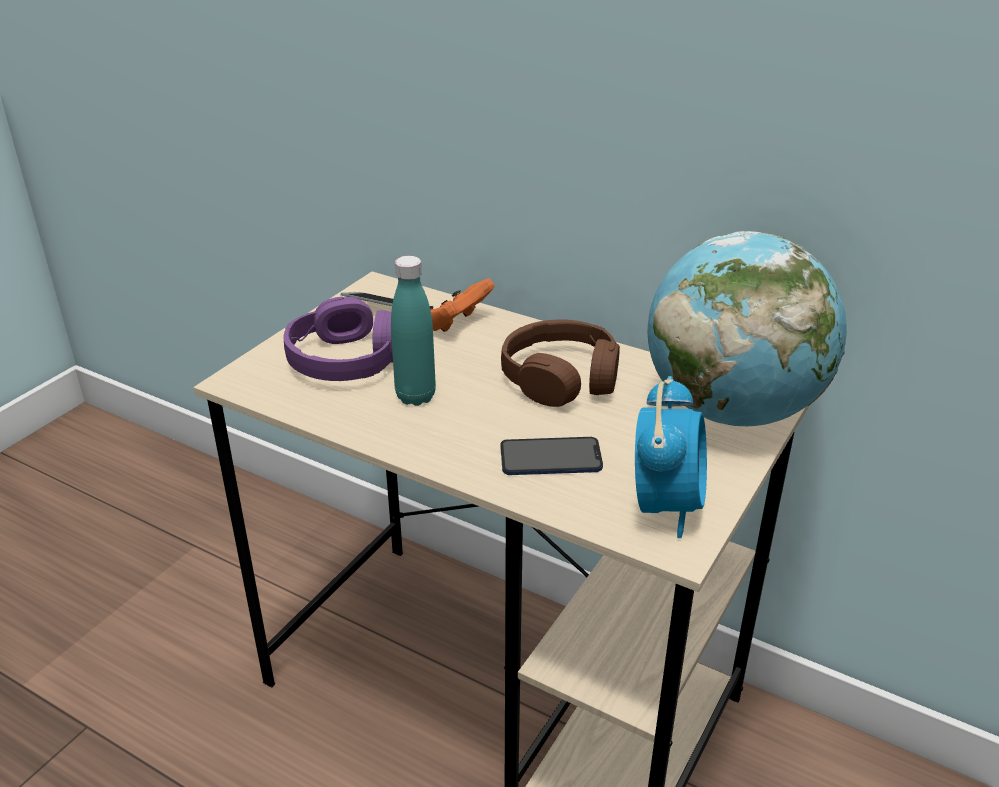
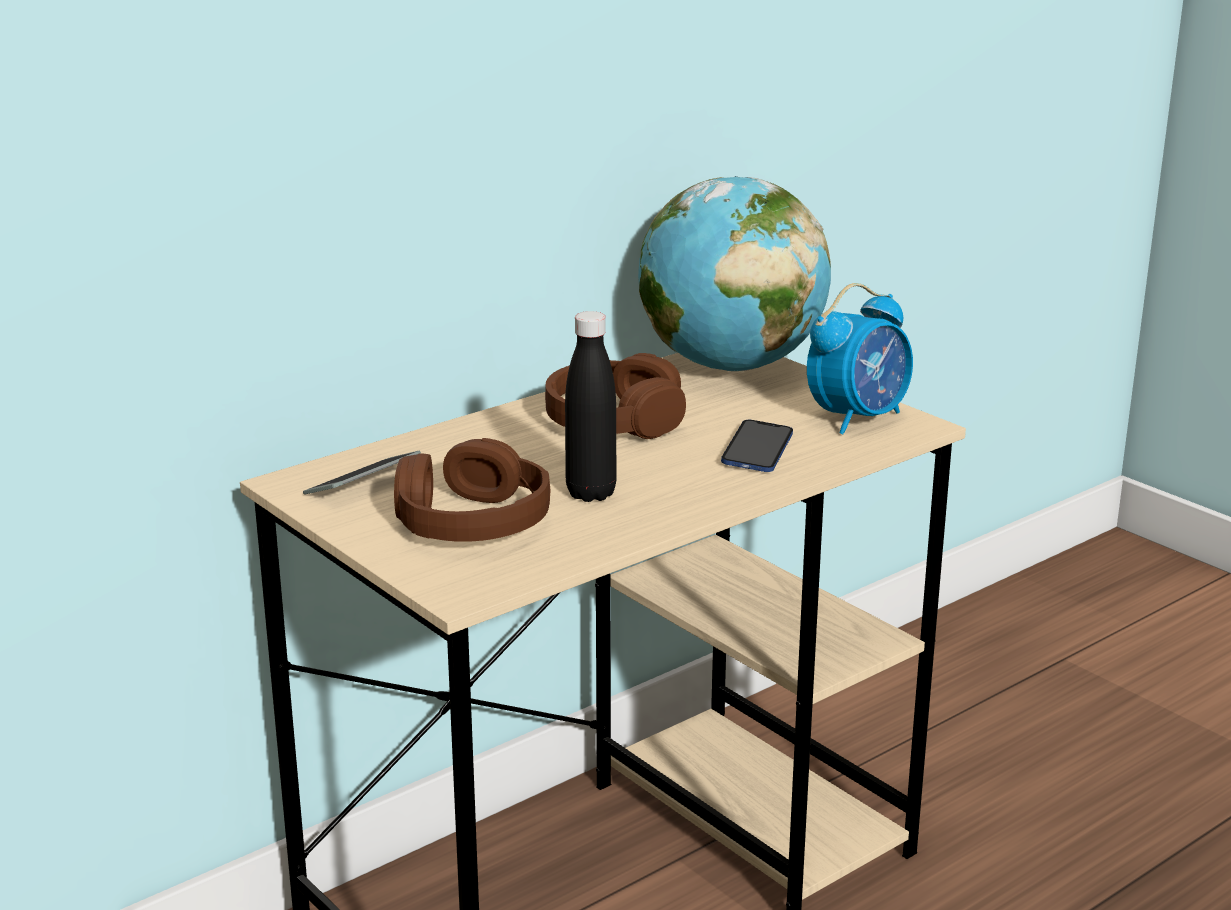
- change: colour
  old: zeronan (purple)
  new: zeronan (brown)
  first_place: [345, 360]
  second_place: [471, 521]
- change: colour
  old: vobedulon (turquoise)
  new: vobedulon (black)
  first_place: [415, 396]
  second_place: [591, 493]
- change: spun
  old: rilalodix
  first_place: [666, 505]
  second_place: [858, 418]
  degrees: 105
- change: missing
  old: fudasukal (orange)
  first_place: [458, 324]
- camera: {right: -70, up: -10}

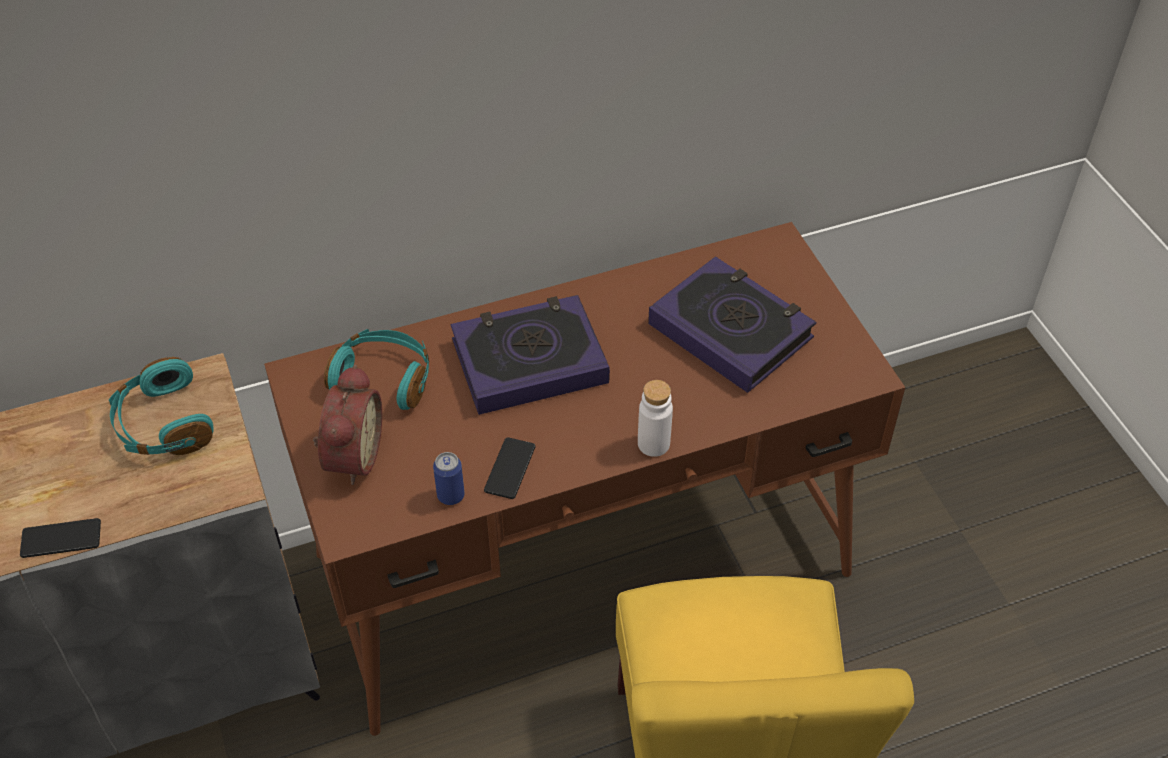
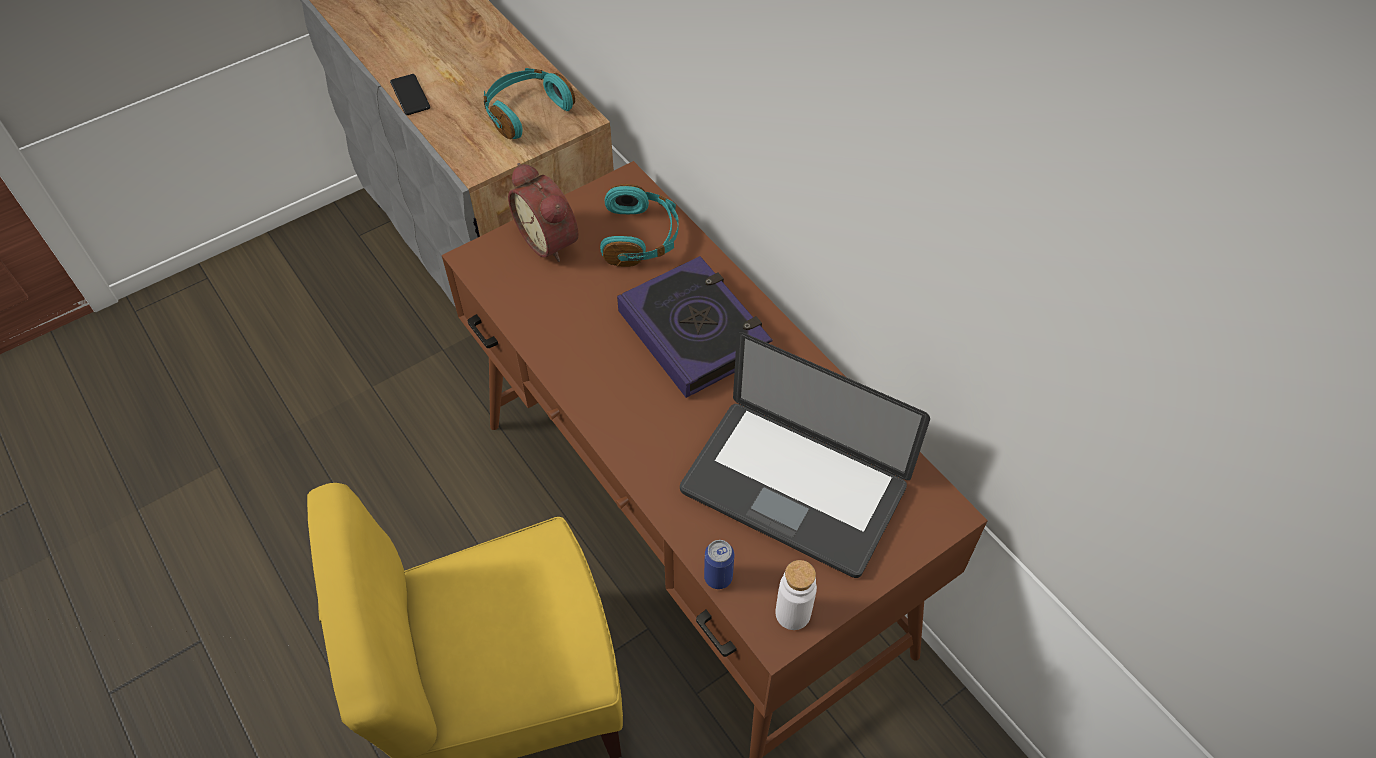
- change: spun
  old: rilalodix
  first_place: [350, 456]
  second_place: [551, 239]
  degrees: 60
- change: exchanged
  old: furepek
  new: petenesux
  first_place: [730, 331]
  second_place: [793, 489]
- change: relocated
  old: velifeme
  first_place: [451, 495]
  second_place: [718, 577]
- change: relocated
  old: vobedulon (white)
  first_place: [653, 444]
  second_place: [793, 613]
- change: missing
  old: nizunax
  first_place: [510, 469]
- camera: {right: 75, up: 5}

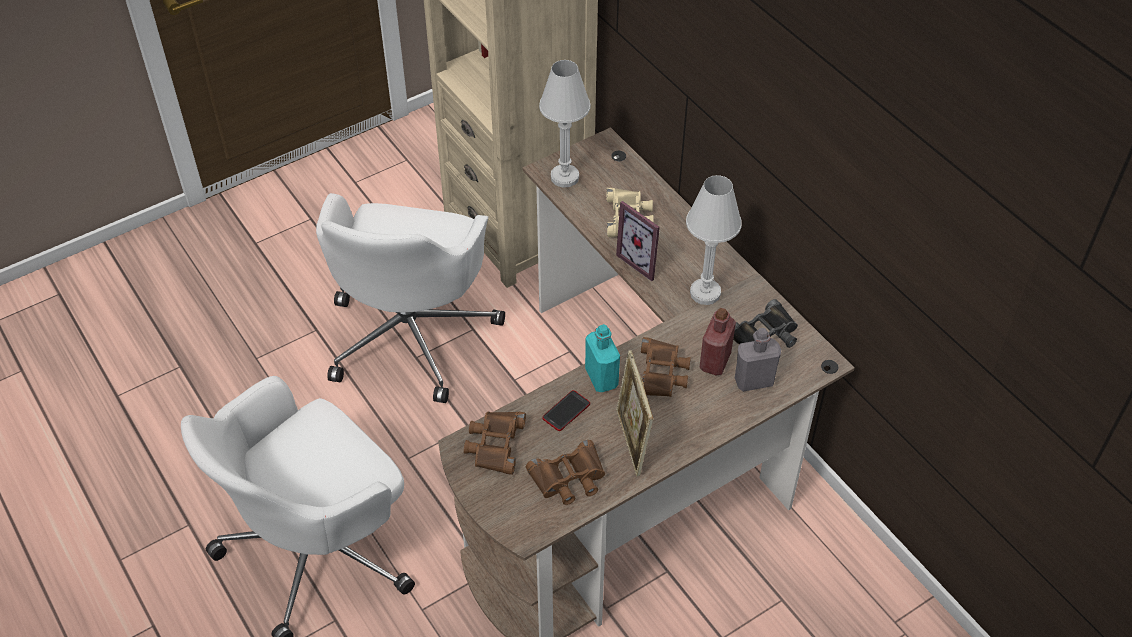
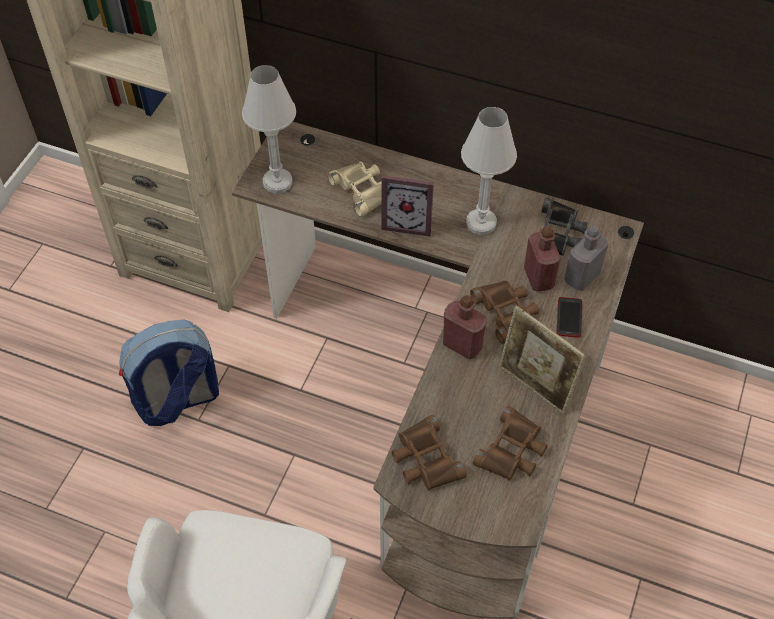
- change: exchanged
  old: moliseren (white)
  new: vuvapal
  first_place: [412, 334]
  second_place: [177, 400]
- change: colour
  old: vobedulon (turquoise)
  new: vobedulon (red)
  first_place: [601, 378]
  second_place: [462, 345]
- change: relocated
  old: nizunax
  first_place: [566, 411]
  second_place: [569, 318]
- camera: {right: -35, up: 5}

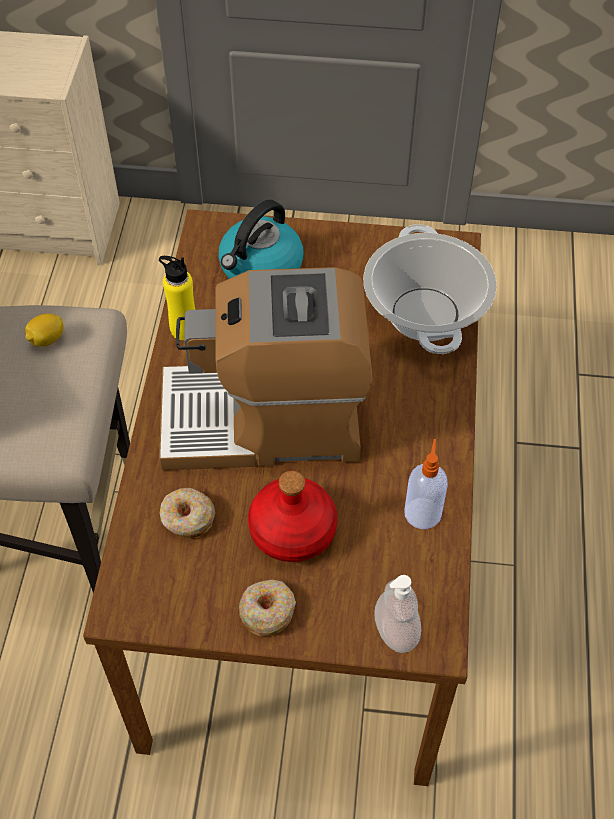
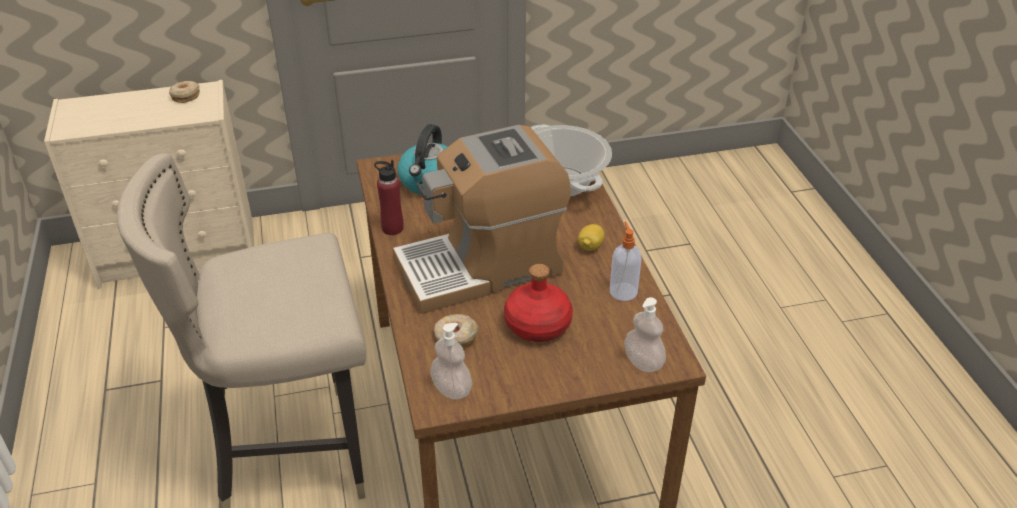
- change: relocated
  old: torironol
  first_place: [267, 611]
  second_place: [185, 96]
- change: colour
  old: vobedulon (yellow)
  new: vobedulon (red)
  first_place: [184, 329]
  second_place: [392, 228]
- change: appeared
  new: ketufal
  second_place: [451, 389]
- change: relocated
  old: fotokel
  first_place: [47, 339]
  second_place: [590, 247]
- camera: {right: -20, up: -15}

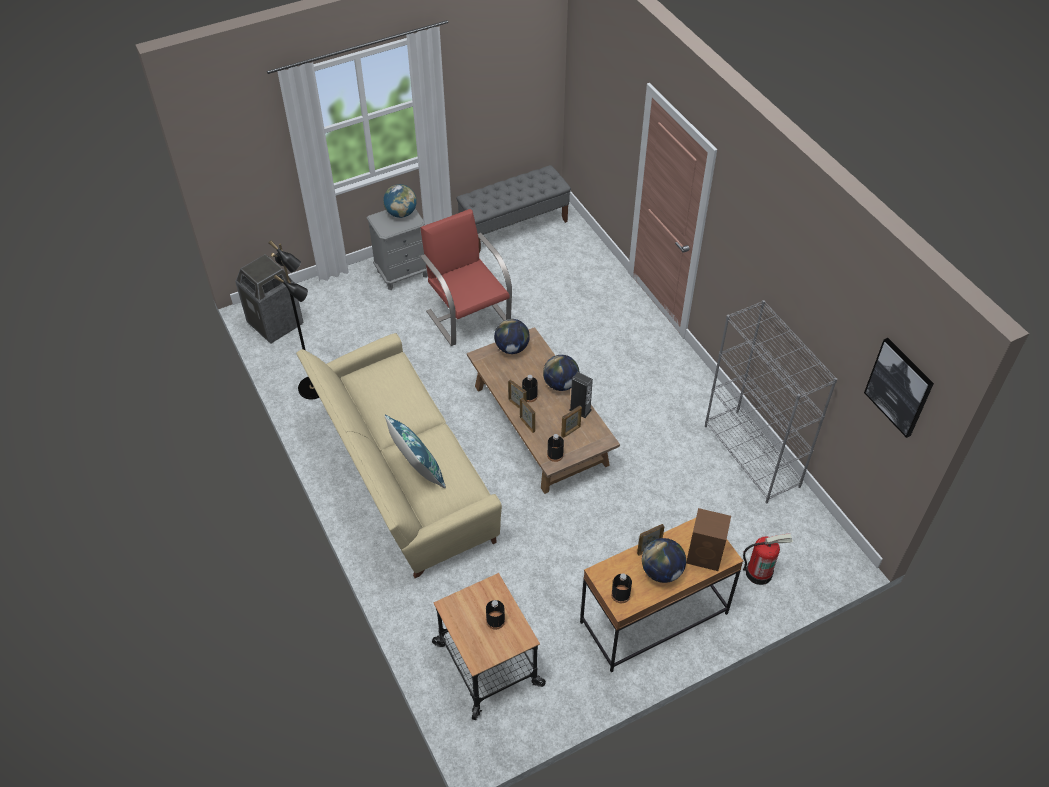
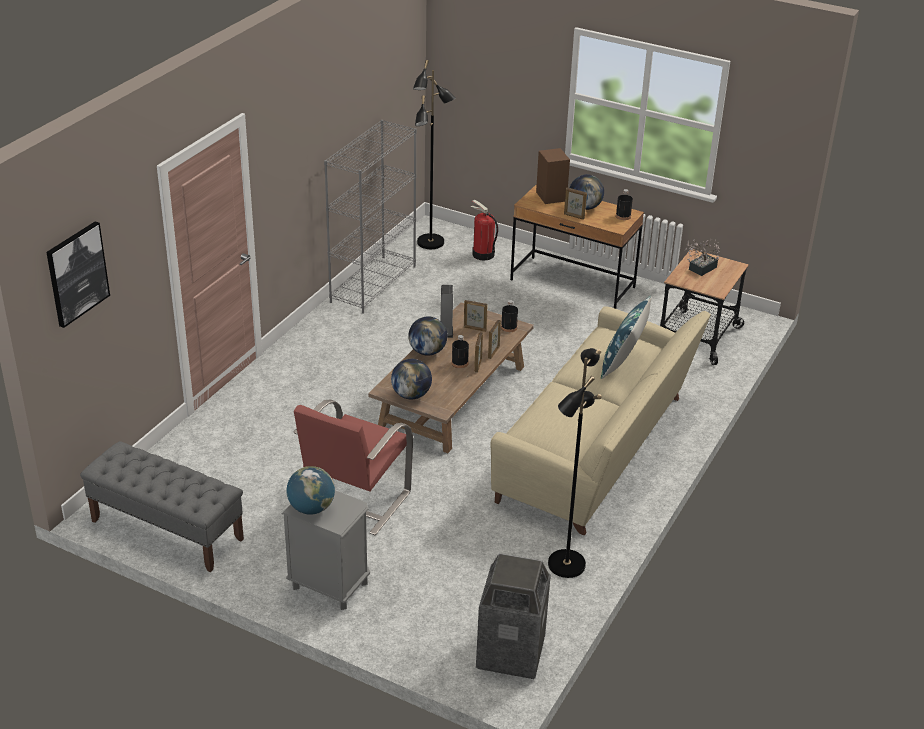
- change: relocated
  old: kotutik
  first_place: [899, 387]
  second_place: [77, 273]
- change: appeared
  new: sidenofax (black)
  second_place: [431, 243]
- change: exchanged
  old: vobedulon (black)
  new: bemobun
  first_place: [495, 620]
  second_place: [700, 269]
- camera: {right: -125, up: -15}

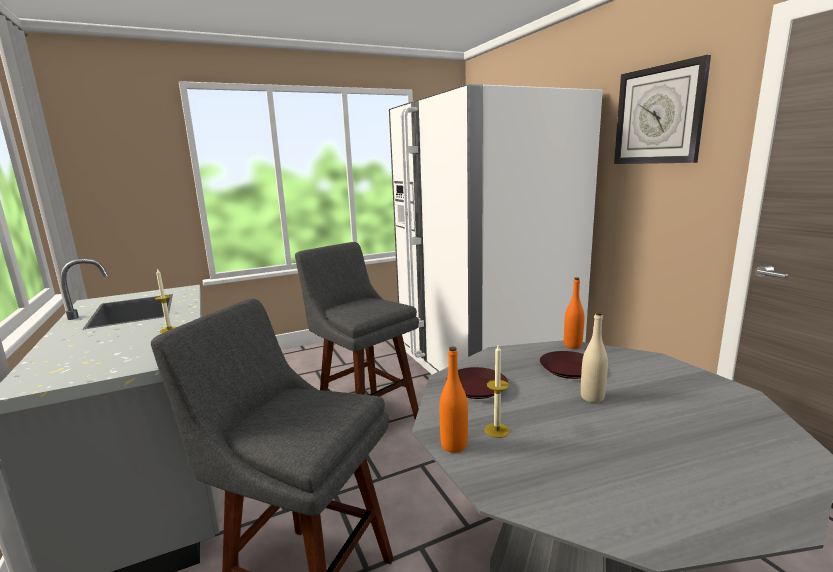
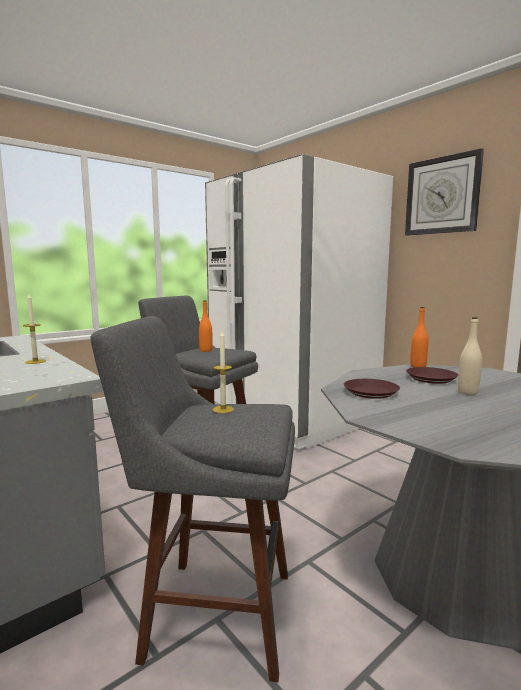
- change: relocated
  old: vobedulon (orange)
  first_place: [454, 445]
  second_place: [206, 350]
- change: relocated
  old: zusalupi
  first_place: [497, 430]
  second_place: [223, 409]
- camera: {right: -15, up: -5}

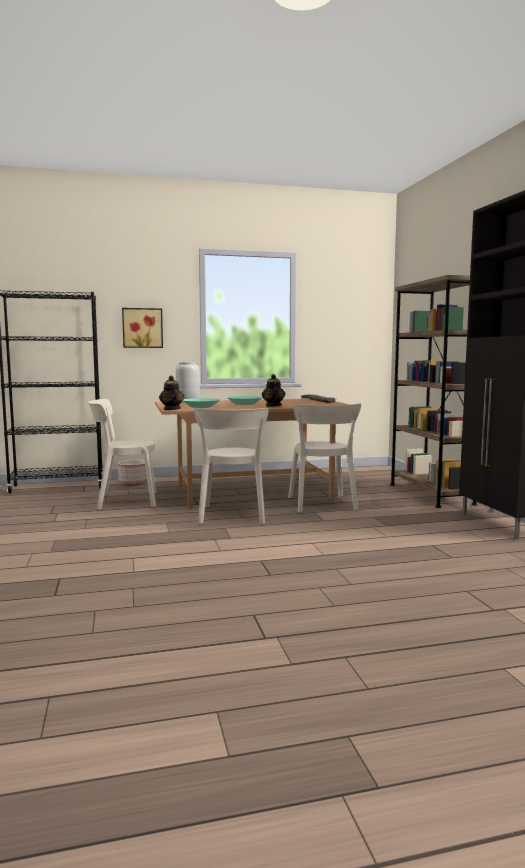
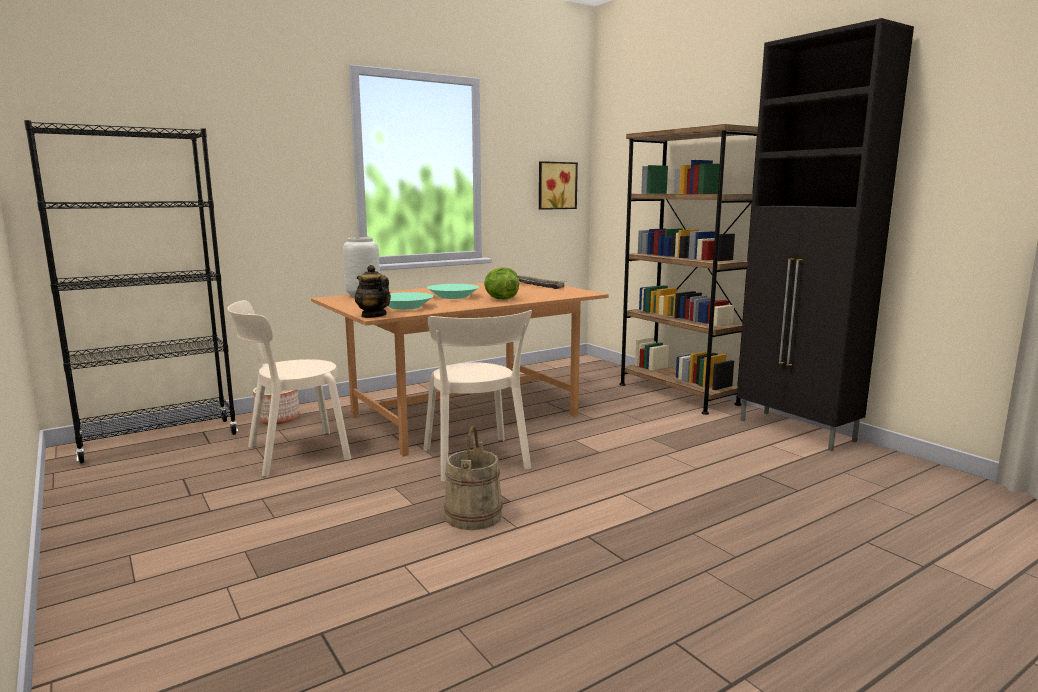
- change: appeared
  new: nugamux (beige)
  second_place: [473, 515]
- change: exchanged
  old: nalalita
  new: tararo
  first_place: [273, 406]
  second_place: [500, 299]
- change: relocated
  old: kotutik
  first_place: [142, 328]
  second_place: [556, 185]
- change: missing
  old: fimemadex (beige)
  first_place: [322, 504]
- camera: {right: -20, up: 5}

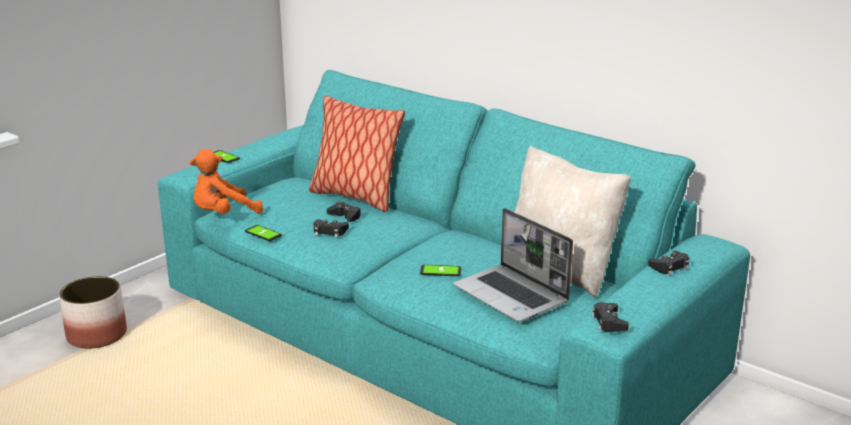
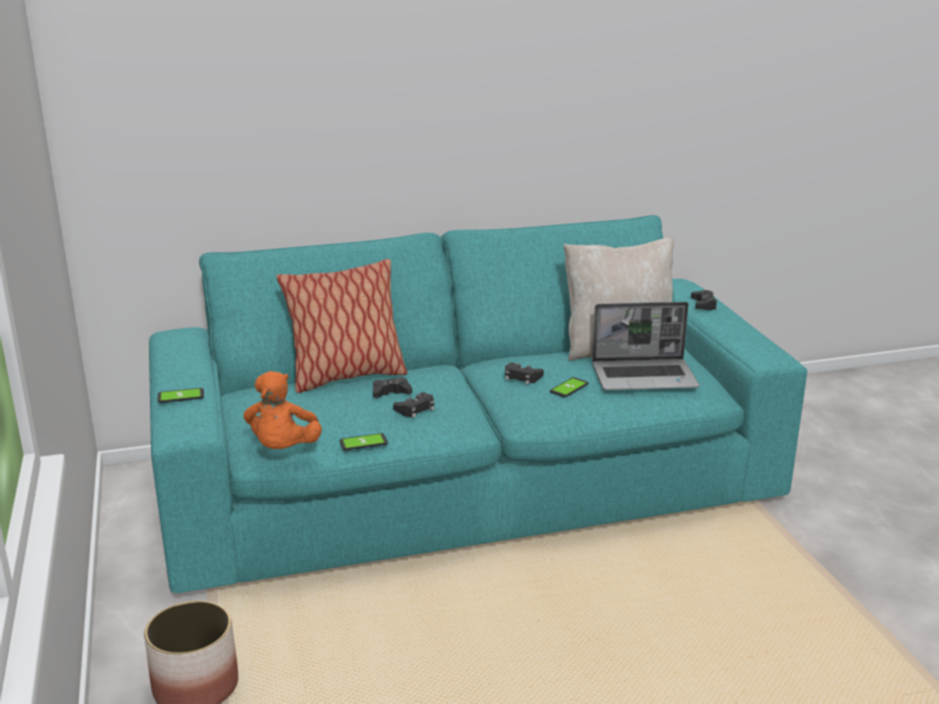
- change: relocated
  old: fudasukal (black)
  first_place: [608, 322]
  second_place: [522, 377]
- camera: {right: -55, up: 0}

